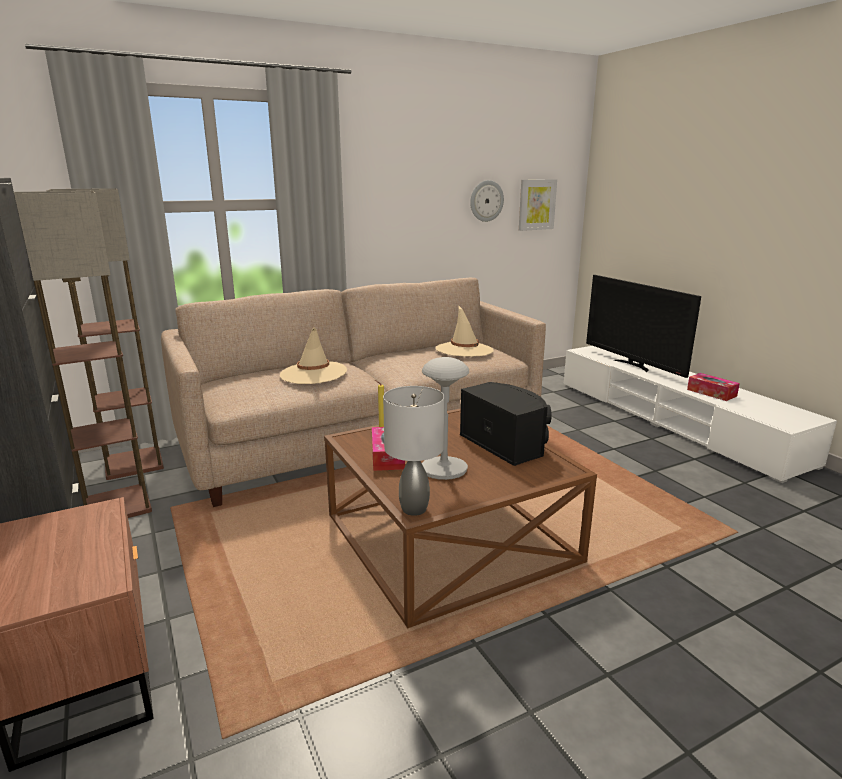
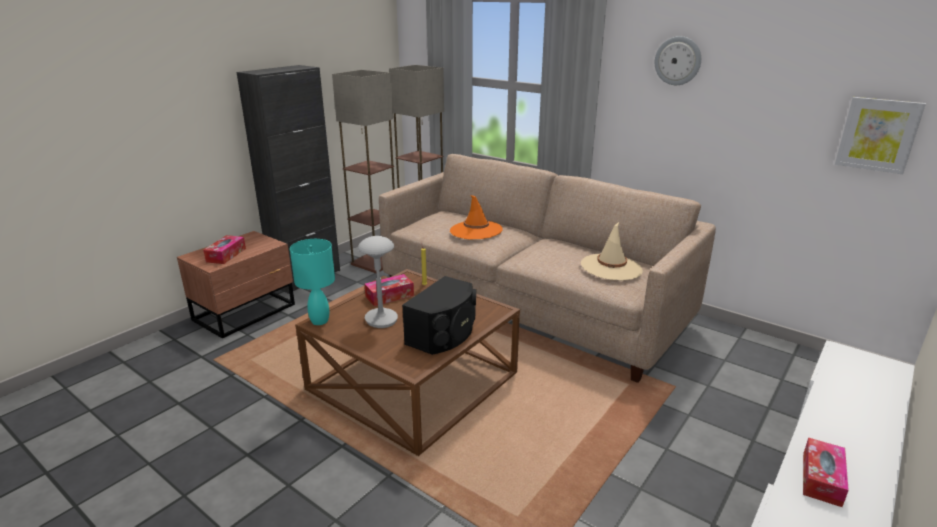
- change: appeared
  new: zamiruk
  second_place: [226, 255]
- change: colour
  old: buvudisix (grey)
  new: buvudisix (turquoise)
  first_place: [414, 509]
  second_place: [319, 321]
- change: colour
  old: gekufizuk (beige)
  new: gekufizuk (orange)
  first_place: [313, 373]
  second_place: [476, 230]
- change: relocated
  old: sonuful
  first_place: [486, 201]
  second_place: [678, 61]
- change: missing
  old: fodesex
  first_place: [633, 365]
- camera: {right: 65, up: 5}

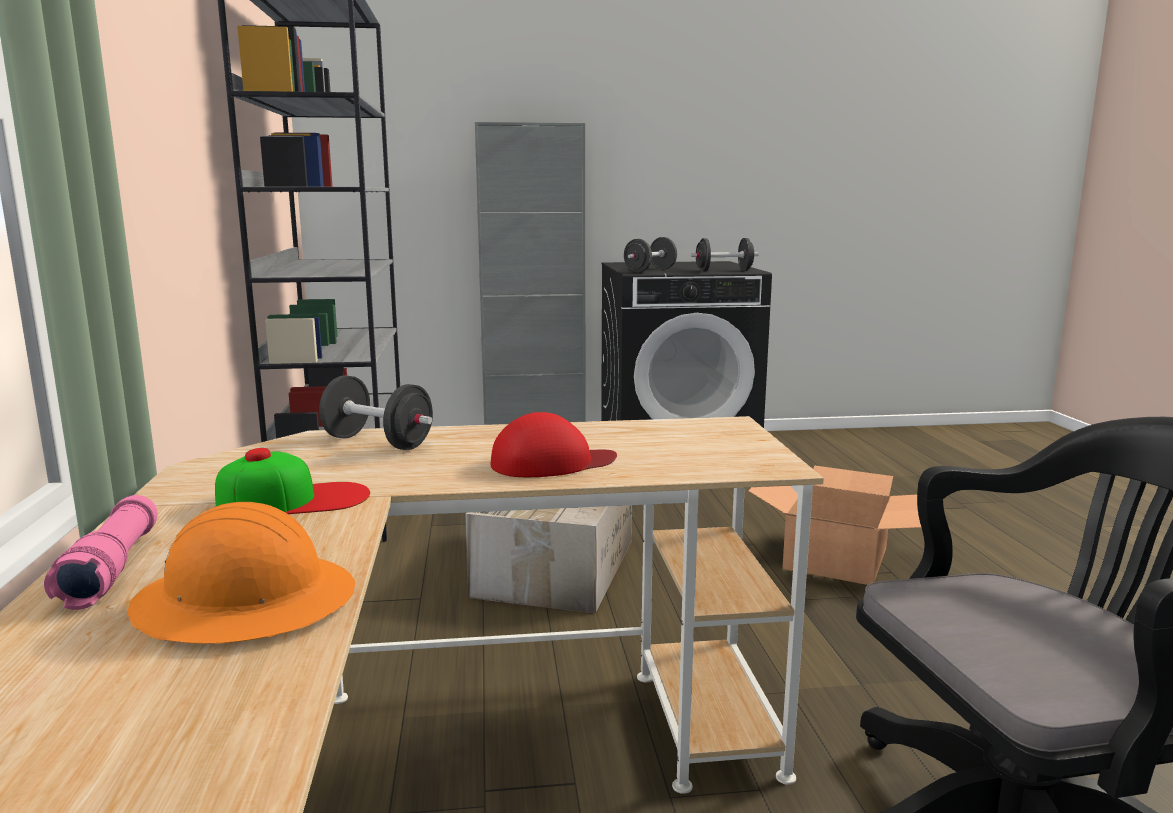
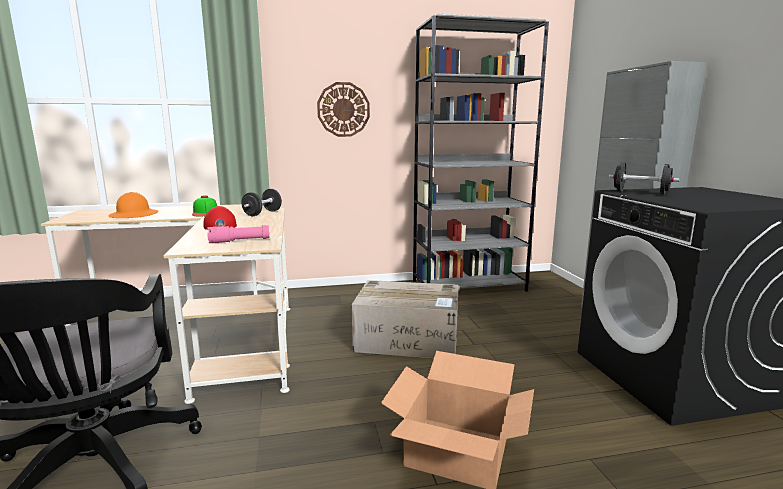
- change: relocated
  old: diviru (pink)
  first_place: [112, 569]
  second_place: [239, 241]
- change: appeared
  new: sonuful
  second_place: [343, 109]
- change: missing
  old: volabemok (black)
  first_place: [724, 271]
- camera: {right: 85, up: 0}

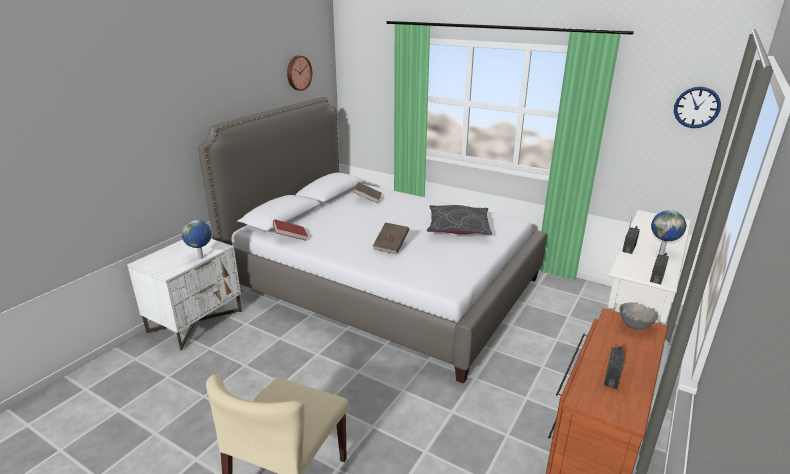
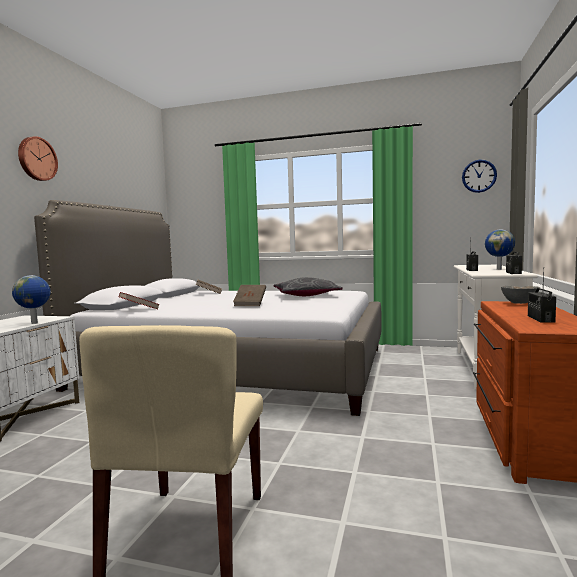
- change: relocated
  old: sonuful
  first_place: [298, 73]
  second_place: [36, 159]
- camera: {right: -15, up: -20}

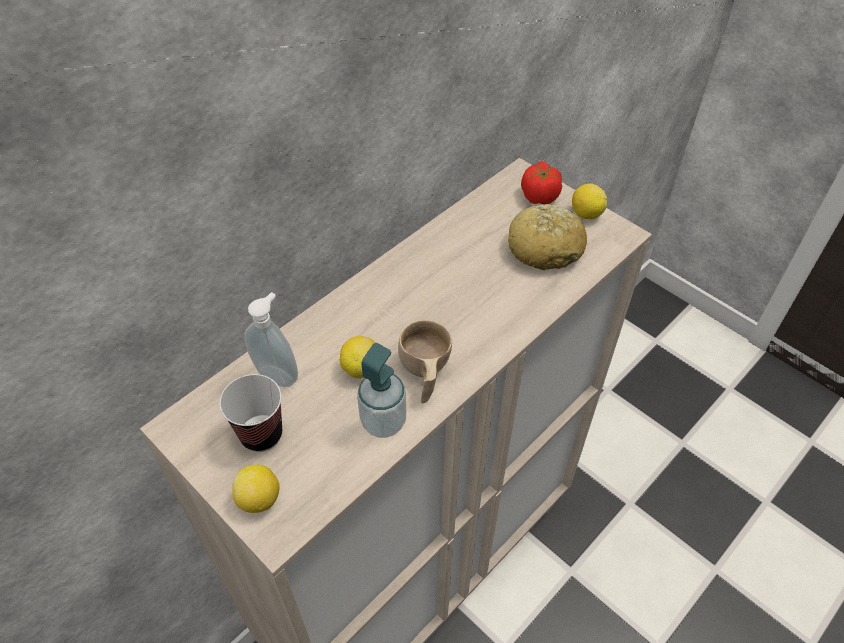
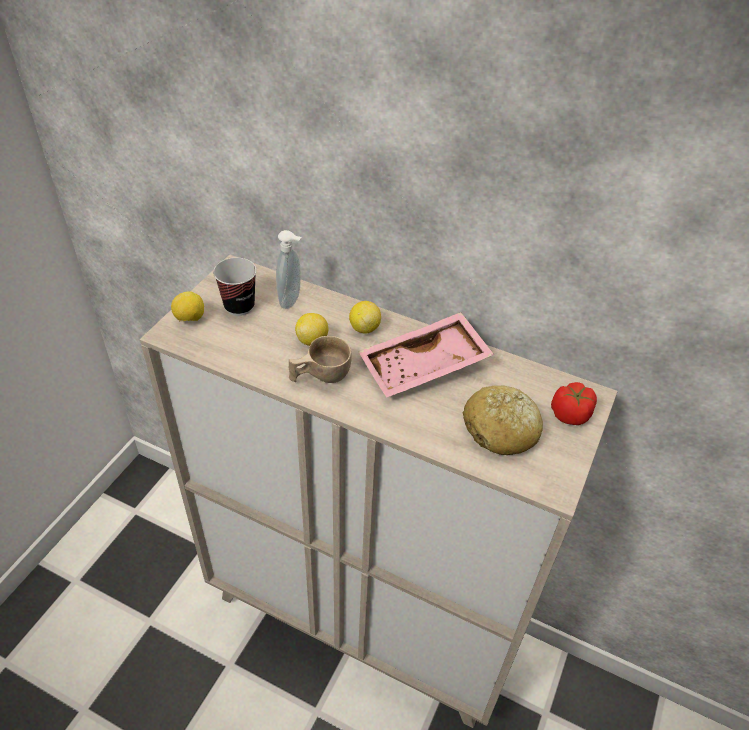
- change: relocated
  old: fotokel
  first_place: [586, 214]
  second_place: [364, 328]
- change: appeared
  new: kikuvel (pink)
  second_place: [425, 367]
- change: missing
  old: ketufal
  first_place: [383, 422]
- camera: {right: 70, up: -5}

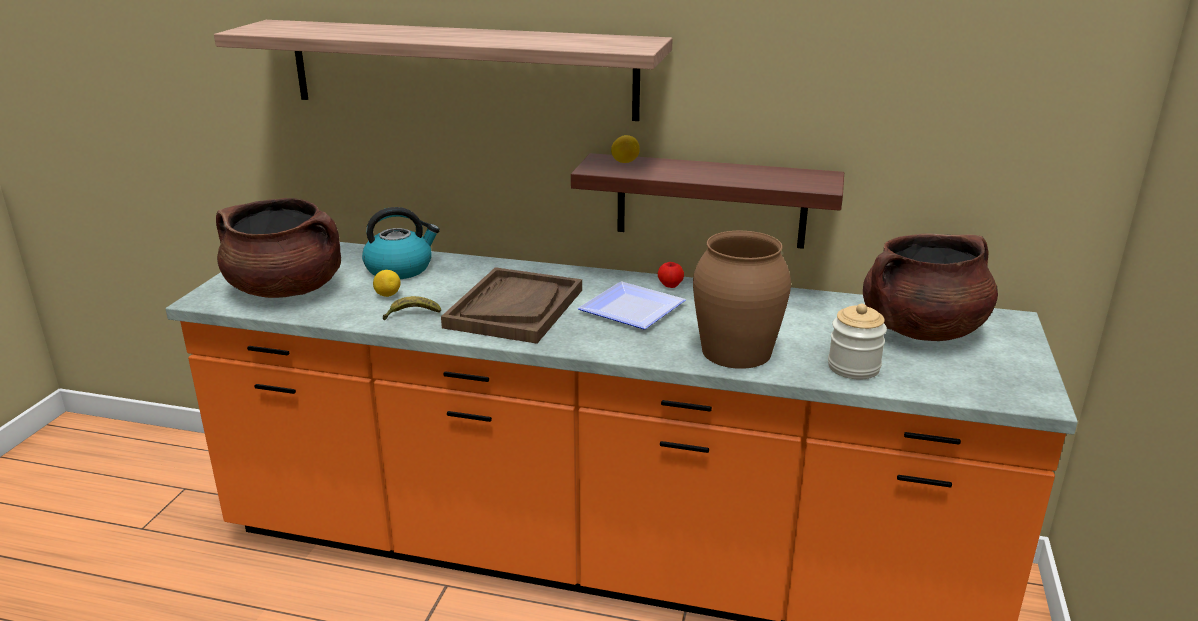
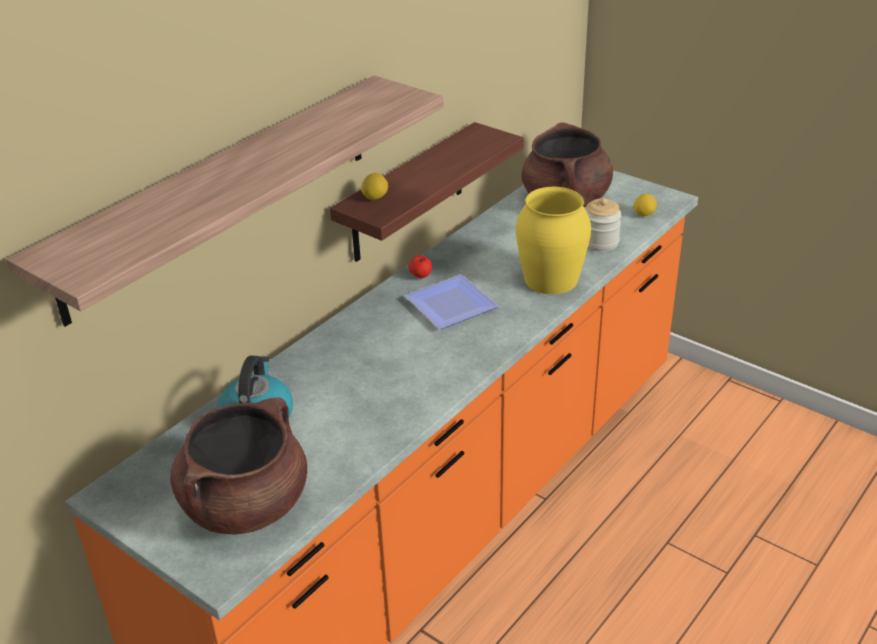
- change: colour
  old: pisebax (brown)
  new: pisebax (yellow)
  first_place: [735, 351]
  second_place: [550, 279]
- change: relocated
  old: fotokel
  first_place: [387, 295]
  second_place: [644, 214]
- change: missing
  old: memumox
  first_place: [412, 315]
- change: missing
  old: kikuvel (brown)
  first_place: [514, 308]
- camera: {right: -65, up: 10}

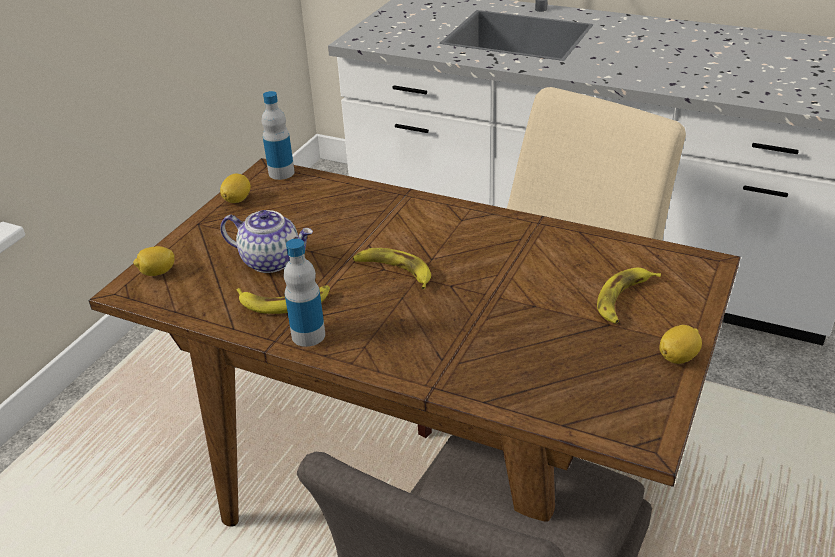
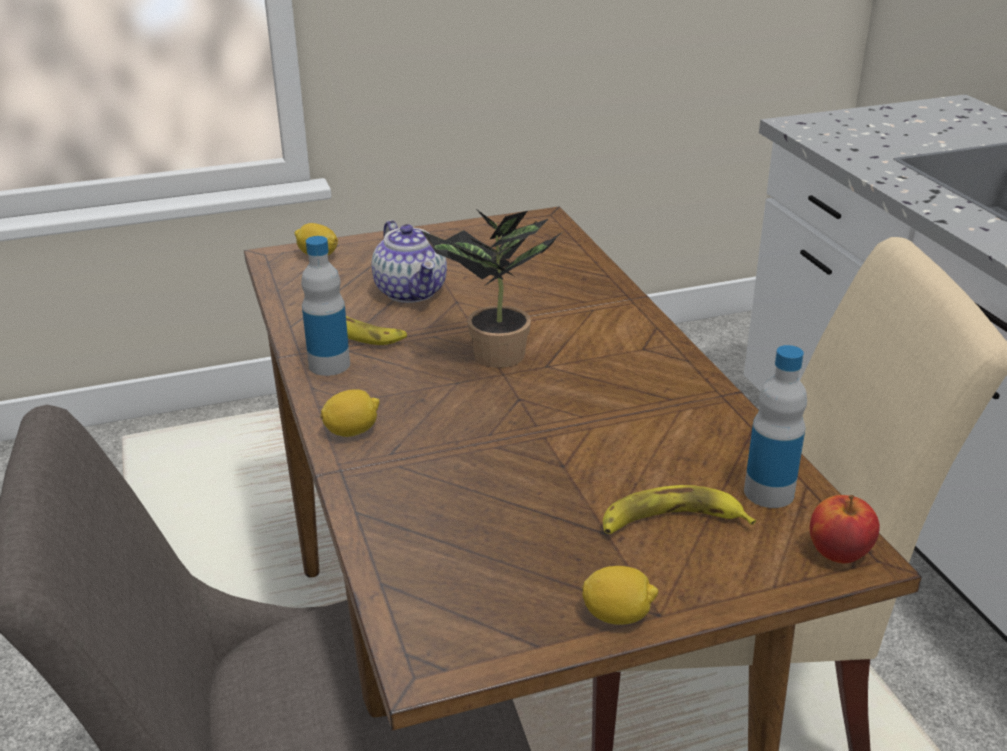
- change: relocated
  old: fotokel
  first_place: [237, 199]
  second_place: [352, 431]
- change: exchanged
  old: memumox
  new: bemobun
  first_place: [394, 271]
  second_place: [492, 357]
- change: relocated
  old: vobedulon
  first_place: [281, 173]
  second_place: [769, 492]
- change: appeared
  new: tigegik
  second_place: [838, 553]
- camera: {right: 45, up: -5}

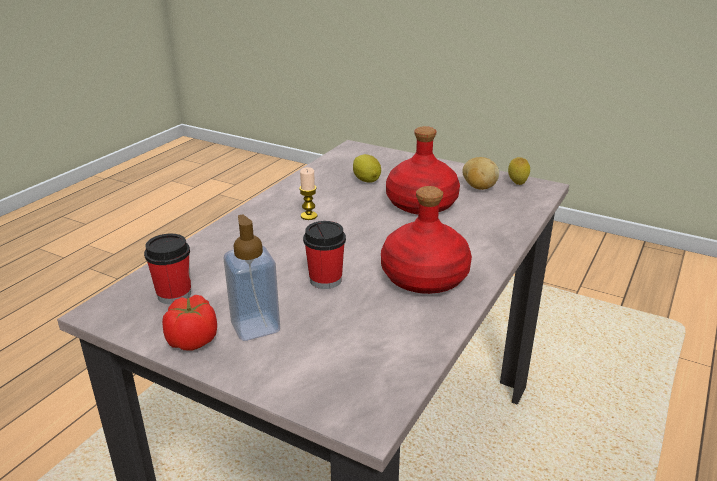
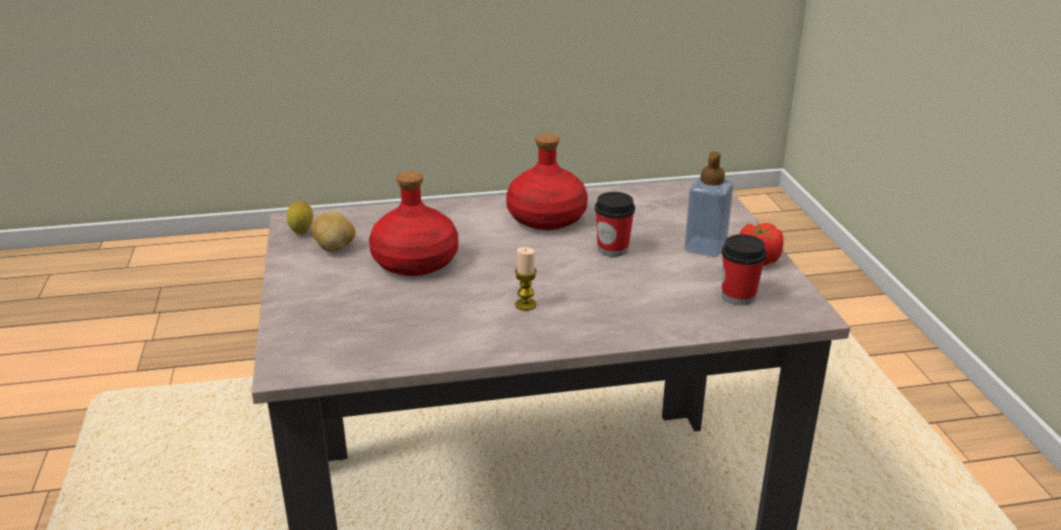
- change: missing
  old: fotokel
  first_place: [366, 180]
- camera: {right: -130, up: 0}

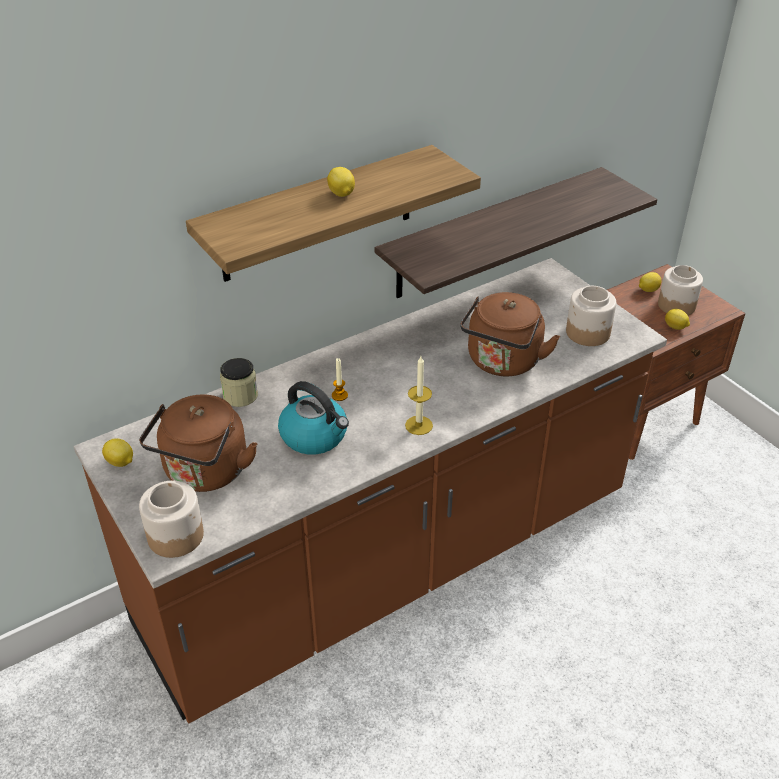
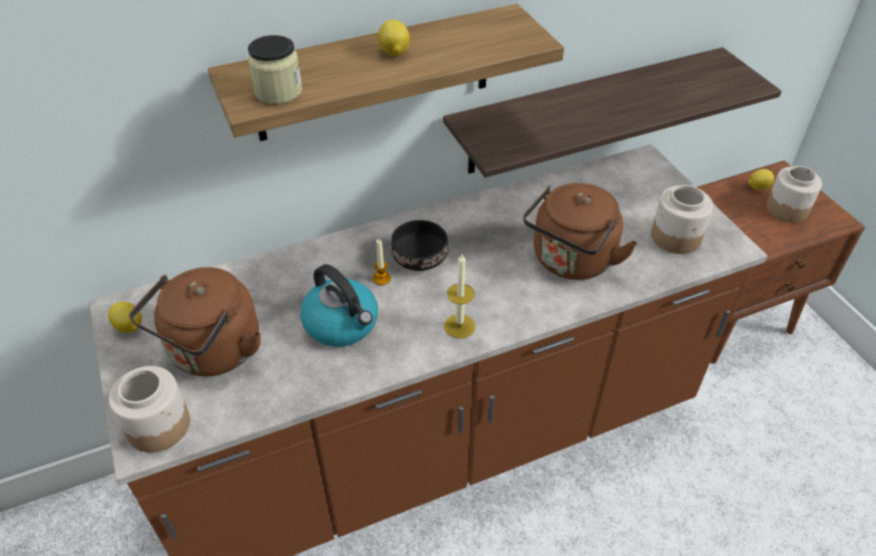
- change: relocated
  old: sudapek
  first_place: [240, 396]
  second_place: [278, 91]
- change: appeared
  new: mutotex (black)
  second_place: [421, 258]
- change: missing
  old: fotokel
  first_place: [675, 327]
- camera: {right: 10, up: 5}

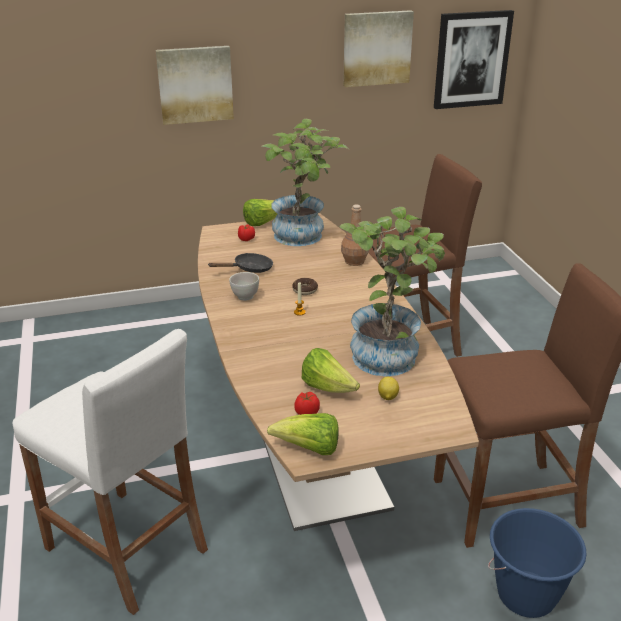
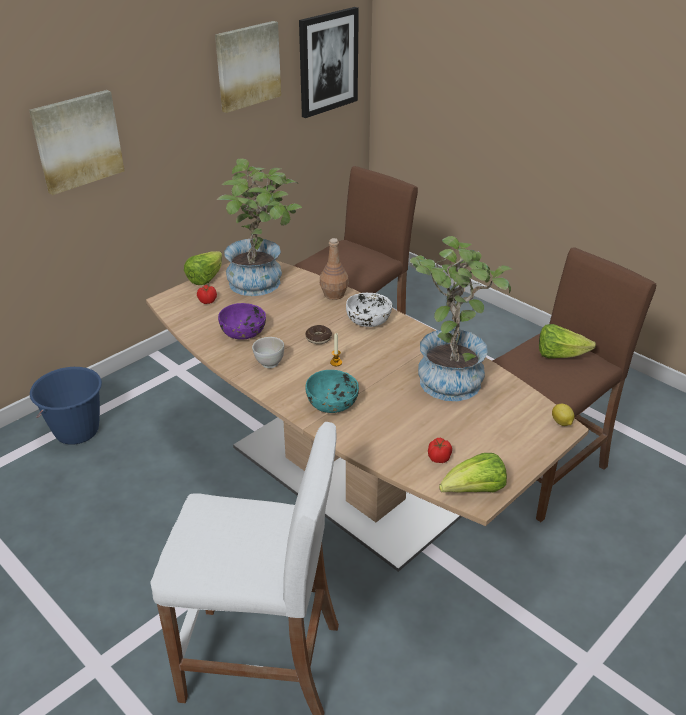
- change: relocated
  old: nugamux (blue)
  first_place: [526, 595]
  second_place: [77, 431]
- change: exchanged
  old: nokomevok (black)
  new: mutotex (purple)
  first_place: [249, 269]
  second_place: [243, 333]
- change: appeared
  new: mutotex (turquoise)
  second_place: [332, 404]
- change: appeared
  new: mutotex (white)
  second_place: [369, 320]
- change: relocated
  old: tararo
  first_place: [327, 388]
  second_place: [559, 355]
- change: relocated
  old: fotokel
  first_place: [387, 397]
  second_place: [561, 423]
- camera: {right: -30, up: 5}

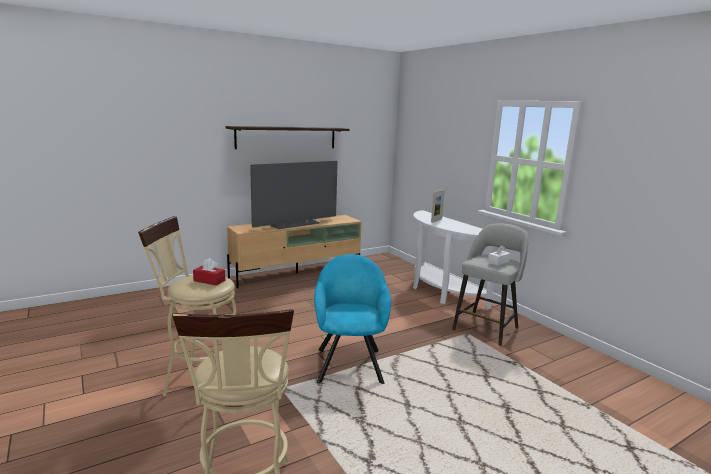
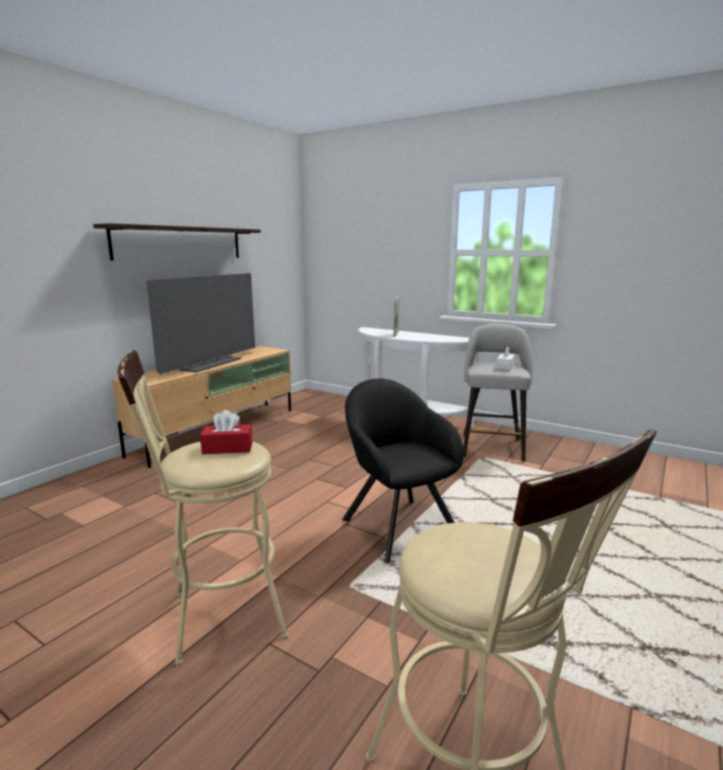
- change: colour
  old: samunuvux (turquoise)
  new: samunuvux (black)
  first_place: [349, 363]
  second_place: [397, 525]
- camera: {right: -25, up: 0}

